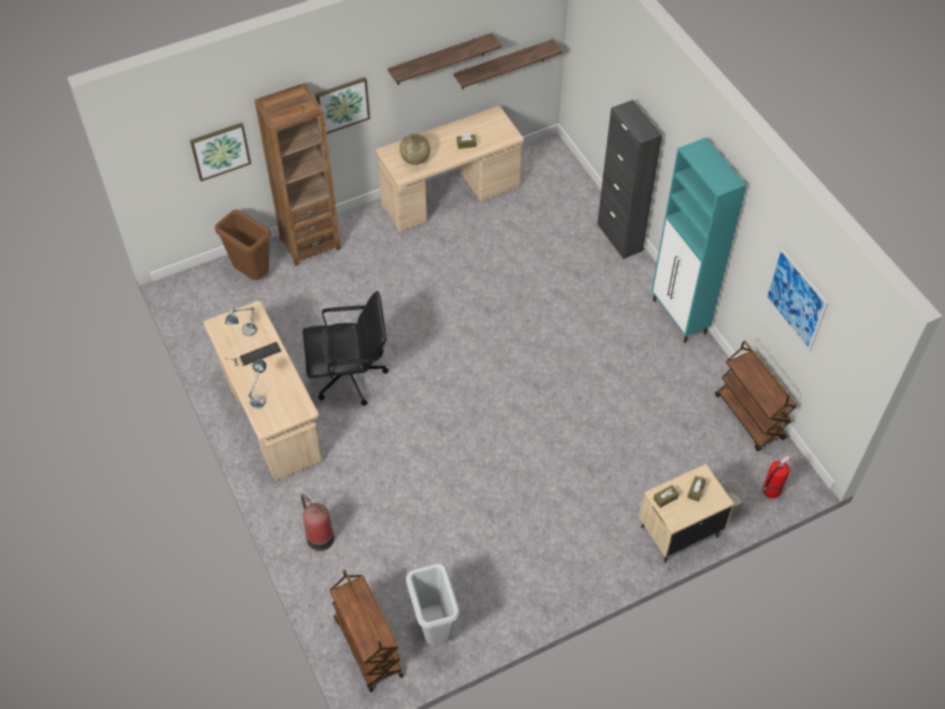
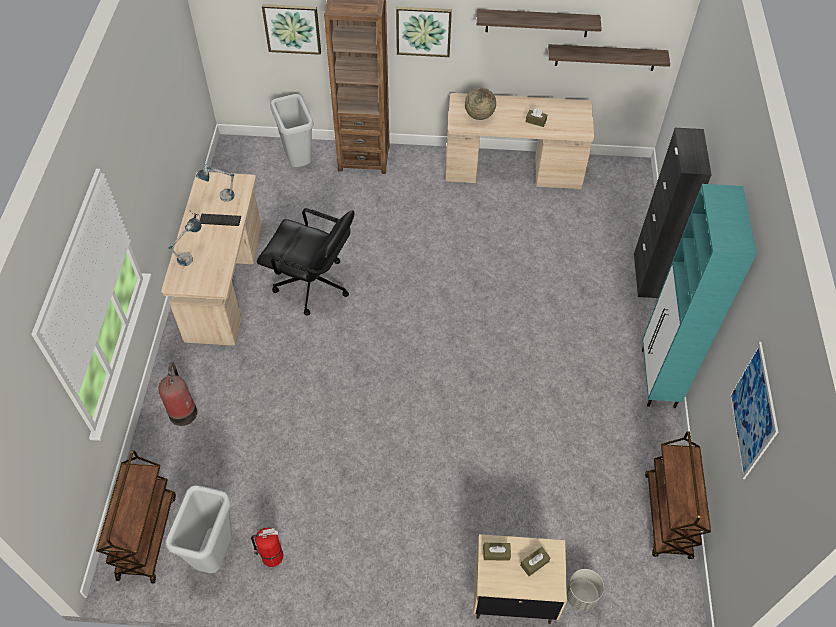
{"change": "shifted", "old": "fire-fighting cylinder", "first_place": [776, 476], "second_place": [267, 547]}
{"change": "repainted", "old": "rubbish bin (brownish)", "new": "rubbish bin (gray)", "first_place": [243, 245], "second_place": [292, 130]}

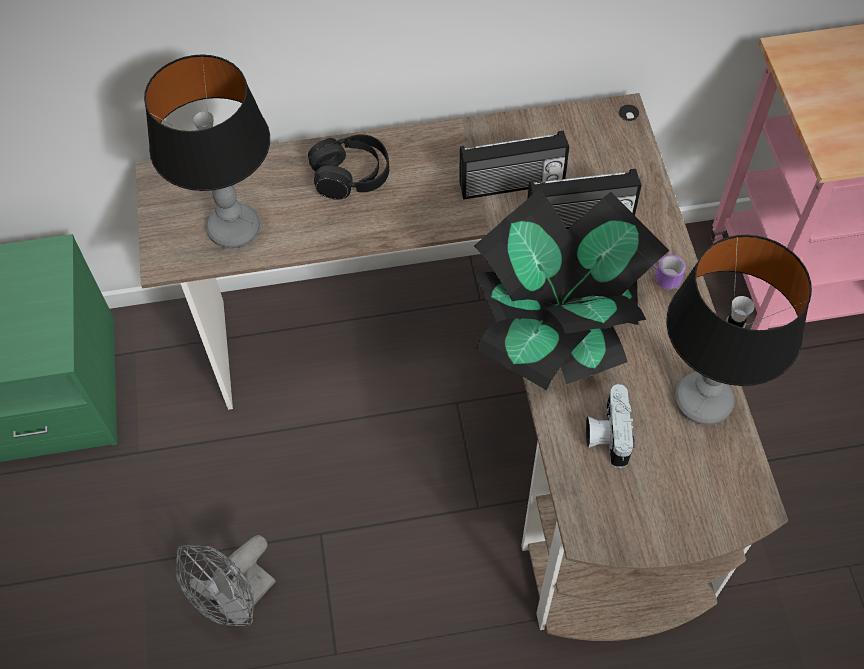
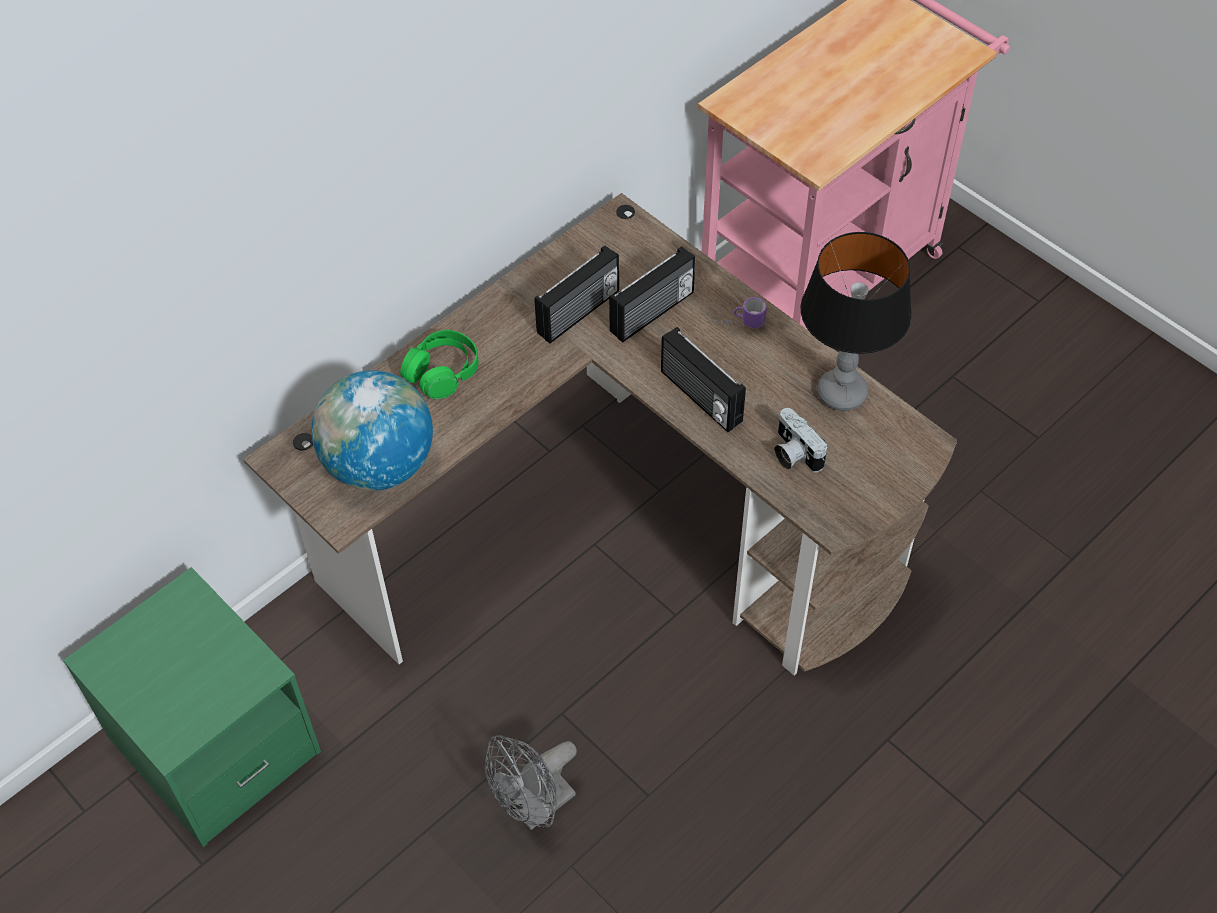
{"change": "swapped", "old": "table lamp", "new": "world globe", "first_place": [207, 151], "second_place": [372, 430]}
{"change": "repainted", "old": "headphones (black)", "new": "headphones (green)", "first_place": [348, 167], "second_place": [439, 364]}
{"change": "rotated", "old": "fan (gray)", "first_place": [226, 580], "second_place": [531, 782], "degrees": 45}
{"change": "swapped", "old": "plant in a pot", "new": "radio receiver", "first_place": [571, 289], "second_place": [703, 379]}

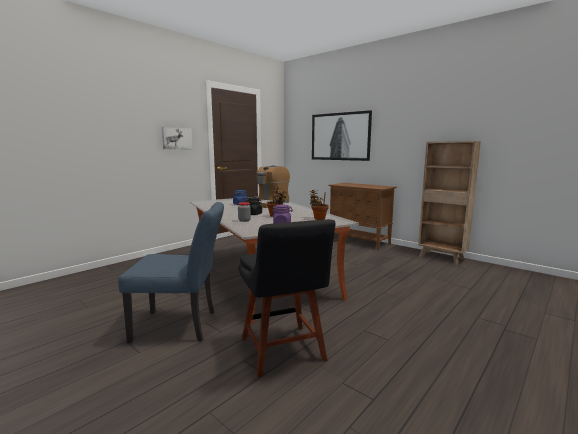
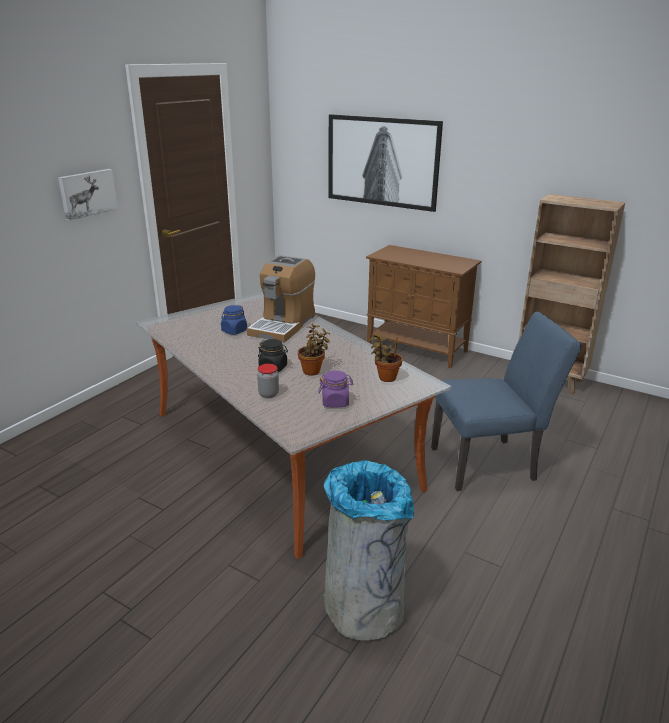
{"change": "swapped", "old": "chair (black)", "new": "rubbish bin (gray)", "first_place": [287, 298], "second_place": [368, 550]}
{"change": "shifted", "old": "chair (bluish)", "first_place": [171, 272], "second_place": [506, 401]}

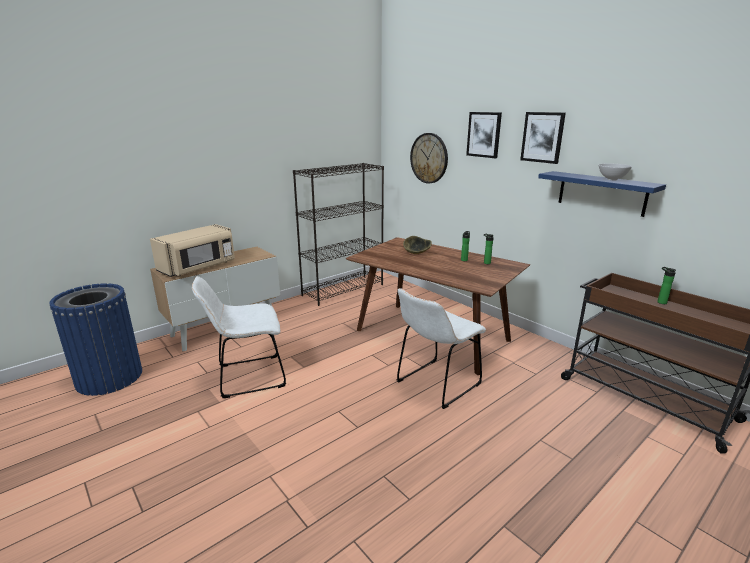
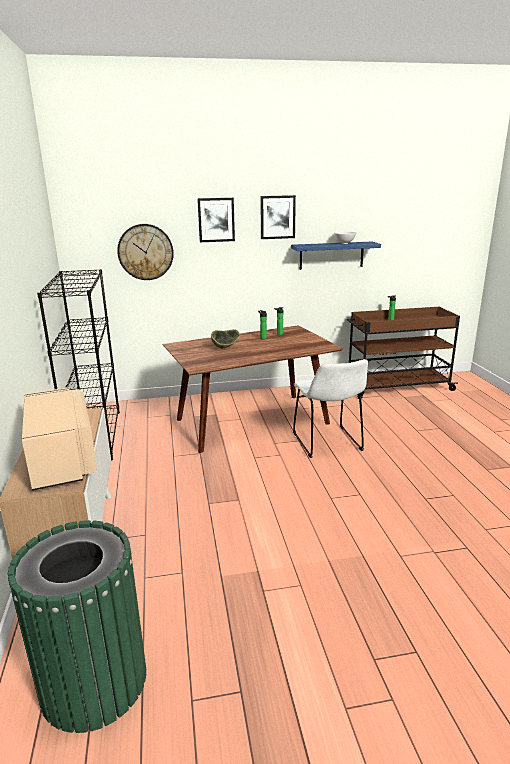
{"change": "repainted", "old": "rubbish bin (bluish)", "new": "rubbish bin (green)", "first_place": [95, 339], "second_place": [77, 626]}
{"change": "gone", "old": "chair (white-coloured)", "first_place": [239, 337]}

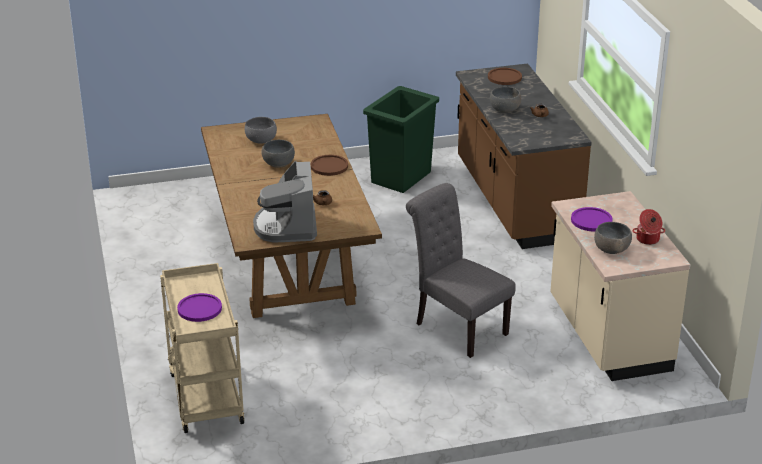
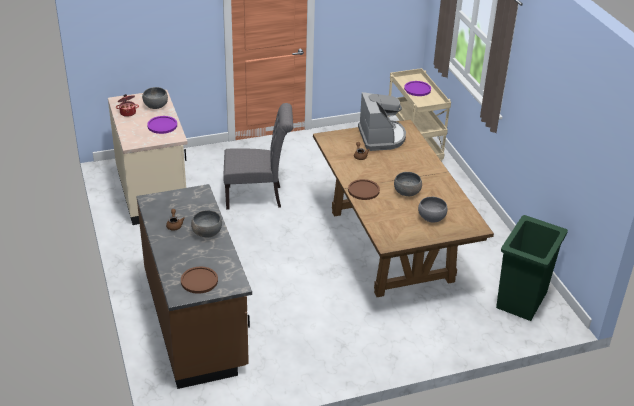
{"change": "rotated", "old": "chair (gray)", "first_place": [461, 270], "second_place": [258, 156], "degrees": -45}
{"change": "shifted", "old": "rubbish bin (green)", "first_place": [401, 139], "second_place": [532, 268]}

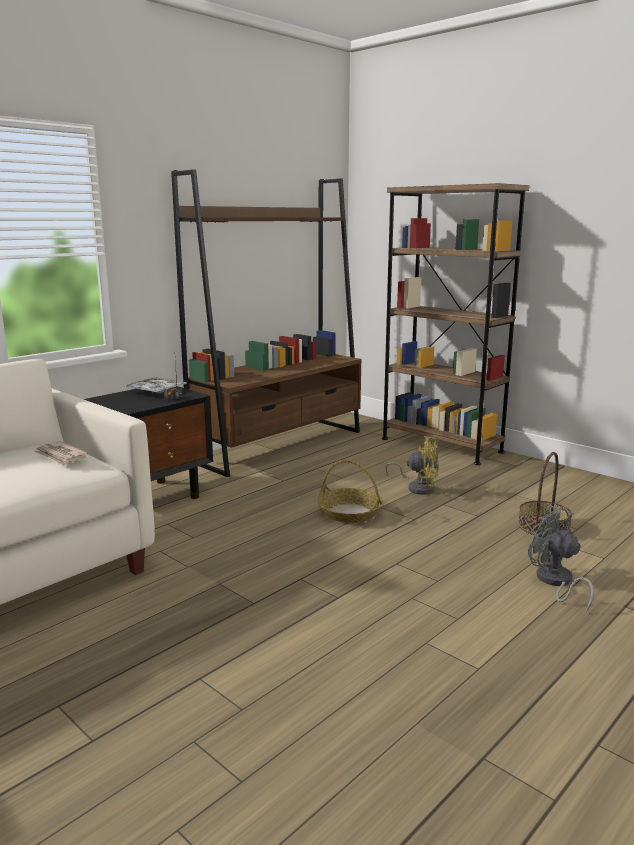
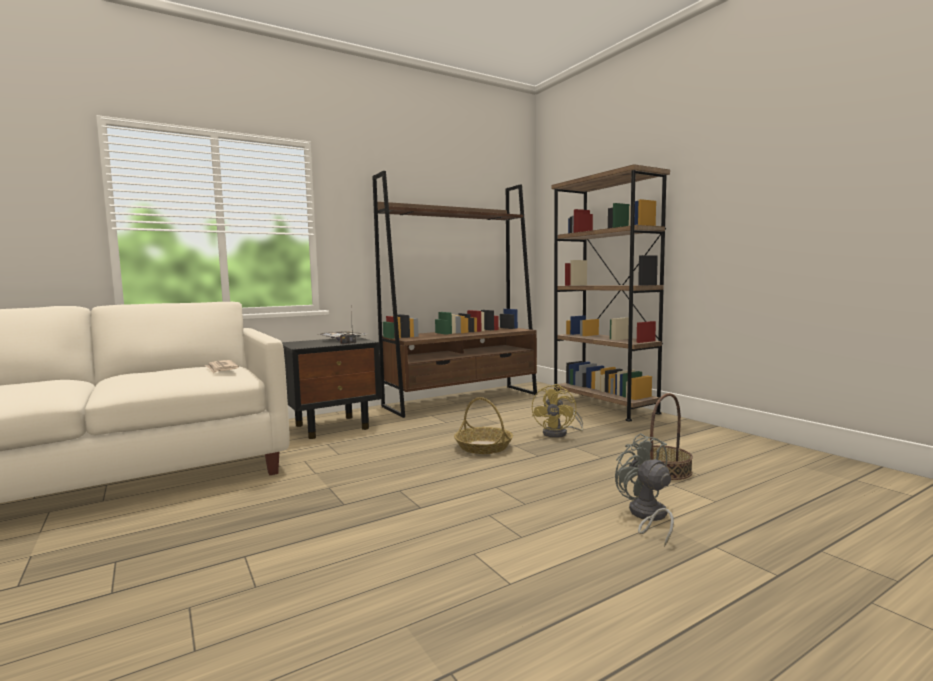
{"change": "rotated", "old": "fan (yellowish)", "first_place": [412, 465], "second_place": [557, 411], "degrees": 75}

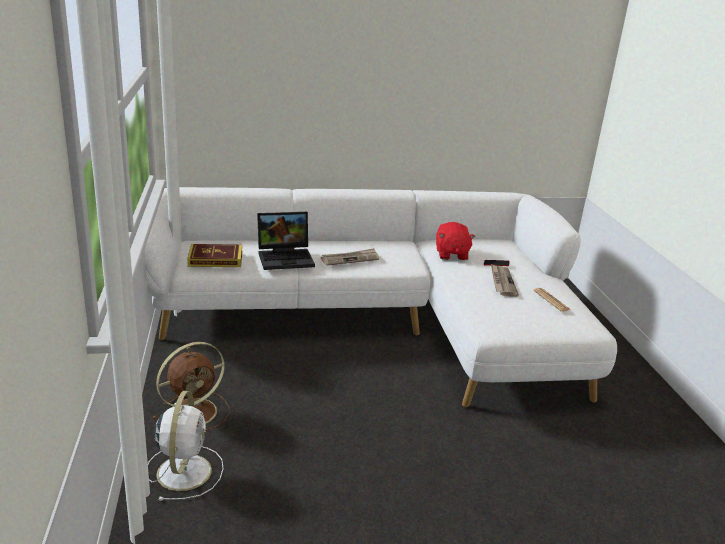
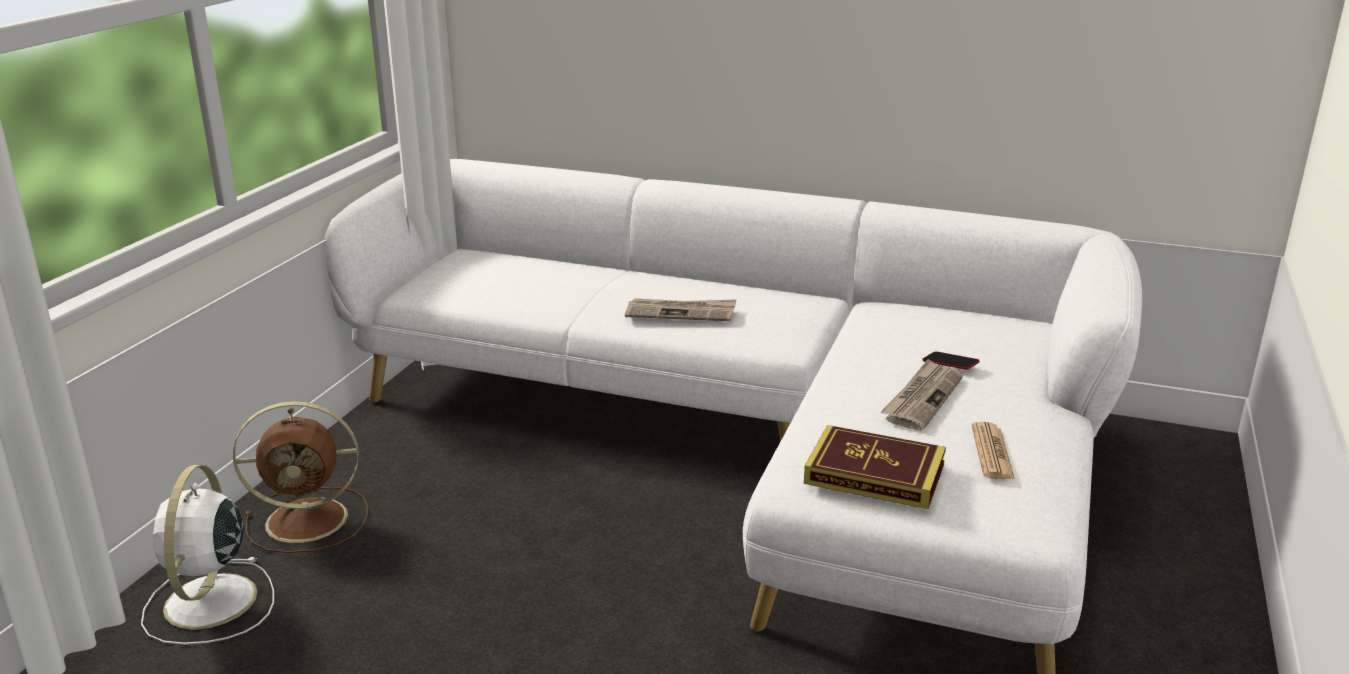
{"change": "rotated", "old": "fan (white-coloured)", "first_place": [186, 446], "second_place": [207, 555], "degrees": 150}
{"change": "shifted", "old": "volume", "first_place": [214, 255], "second_place": [875, 467]}
{"change": "gone", "old": "notebook computer", "first_place": [286, 241]}
{"change": "gone", "old": "soft toy (red)", "first_place": [455, 241]}

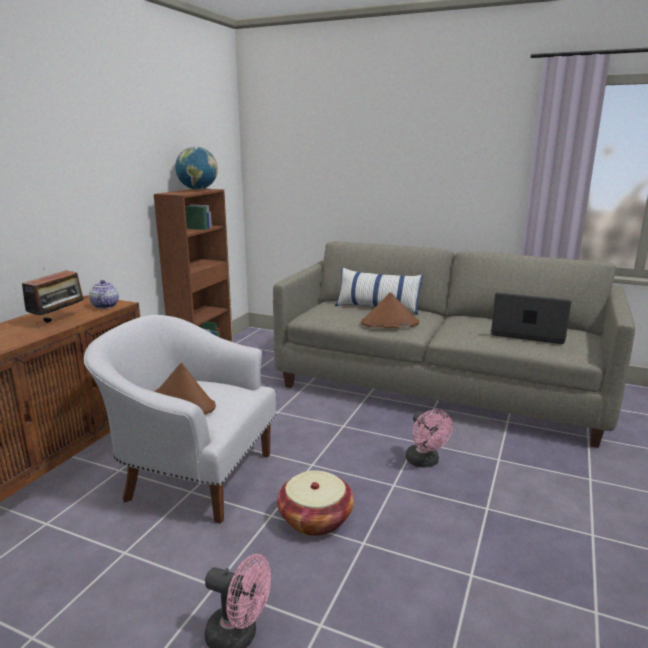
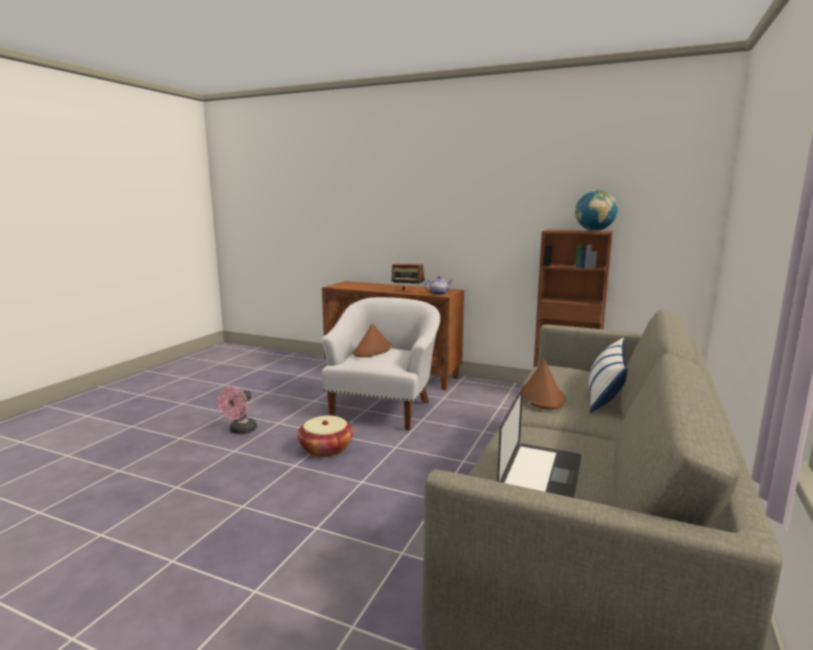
{"change": "gone", "old": "fan (pink-coloured)", "first_place": [429, 438]}

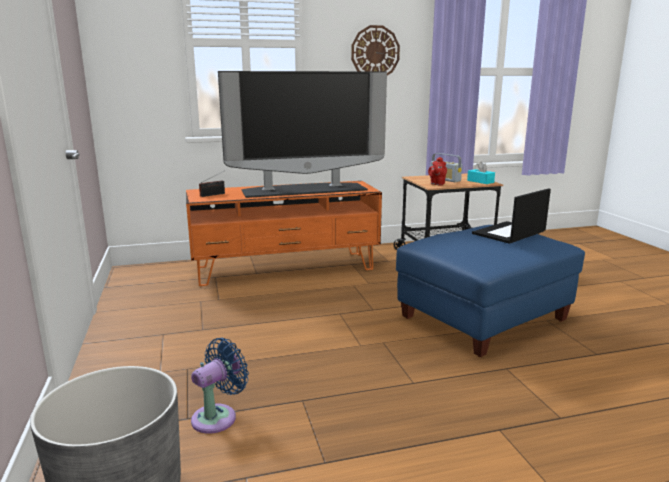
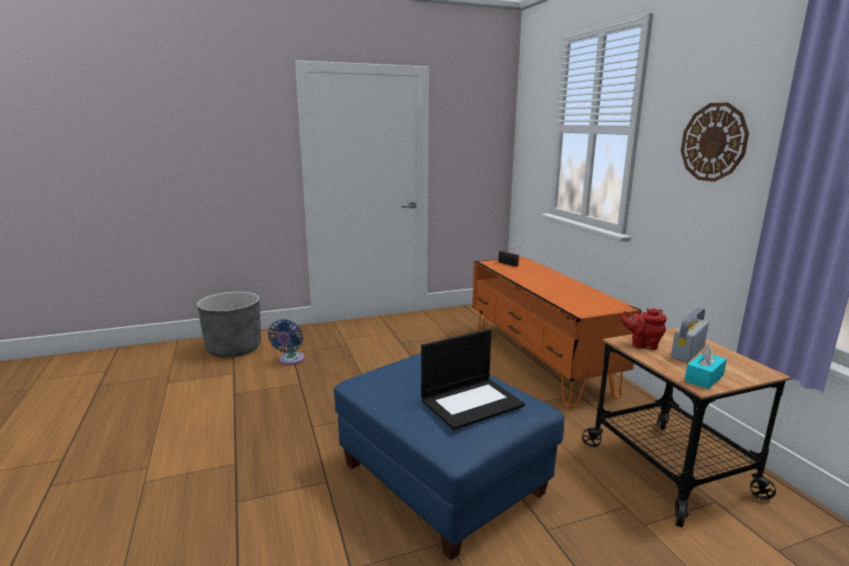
{"change": "rotated", "old": "fan (bluish)", "first_place": [220, 386], "second_place": [286, 342], "degrees": 60}
{"change": "rotated", "old": "notebook computer", "first_place": [511, 216], "second_place": [473, 379], "degrees": 105}
{"change": "gone", "old": "television", "first_place": [302, 134]}

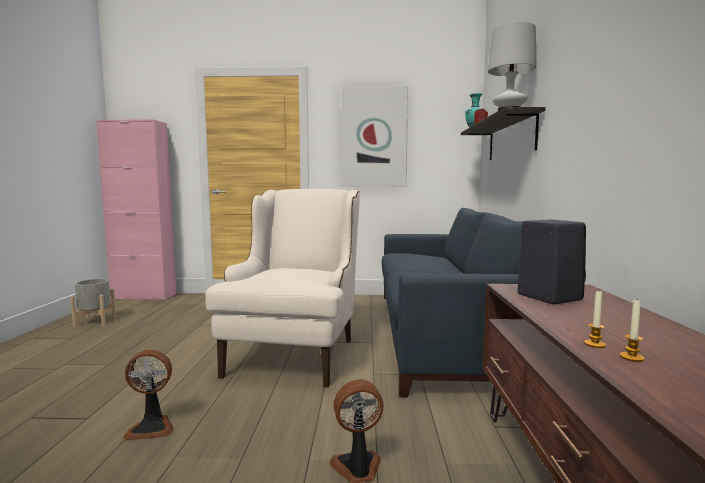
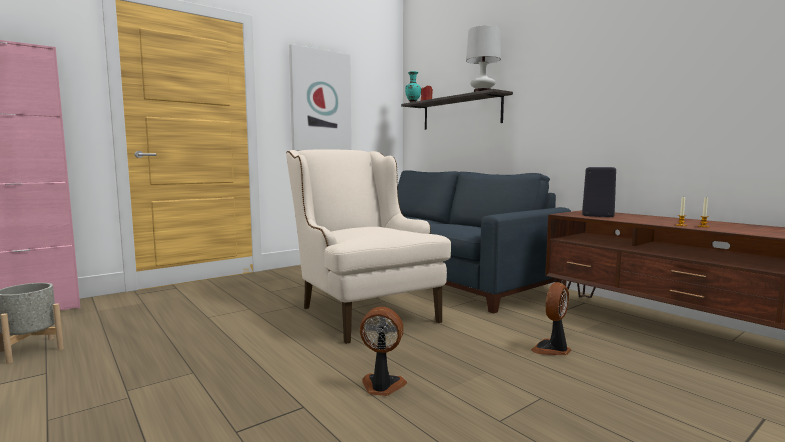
{"change": "rotated", "old": "fan", "first_place": [148, 395], "second_place": [383, 351], "degrees": -120}

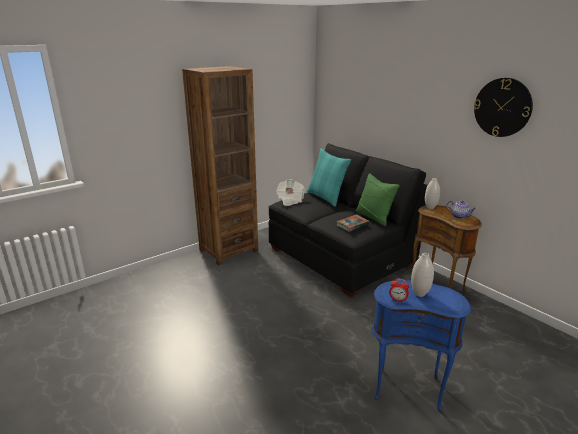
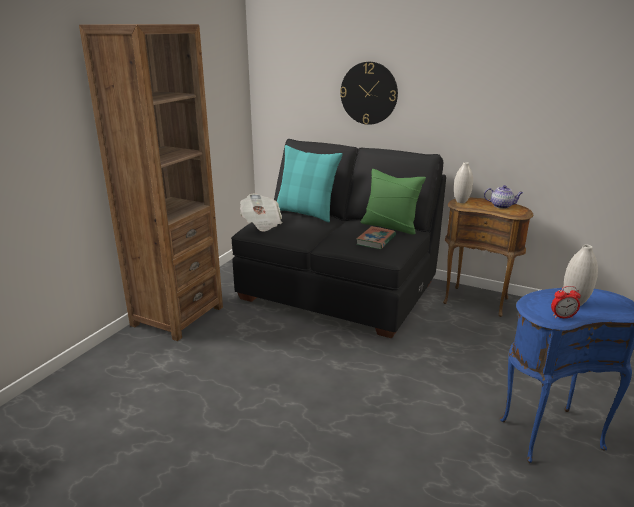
{"change": "shifted", "old": "clock on the wall", "first_place": [503, 107], "second_place": [369, 93]}

